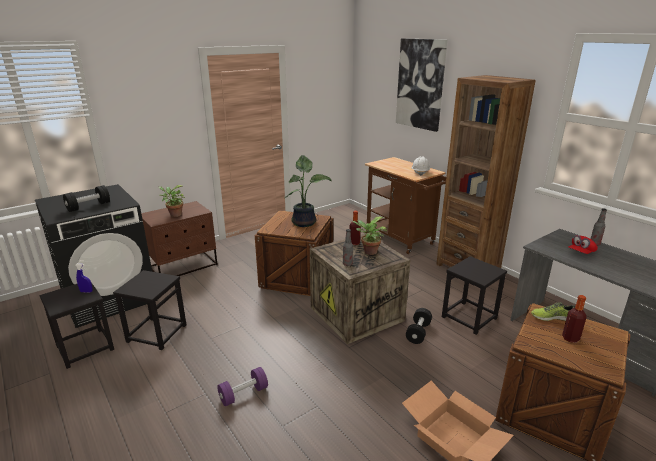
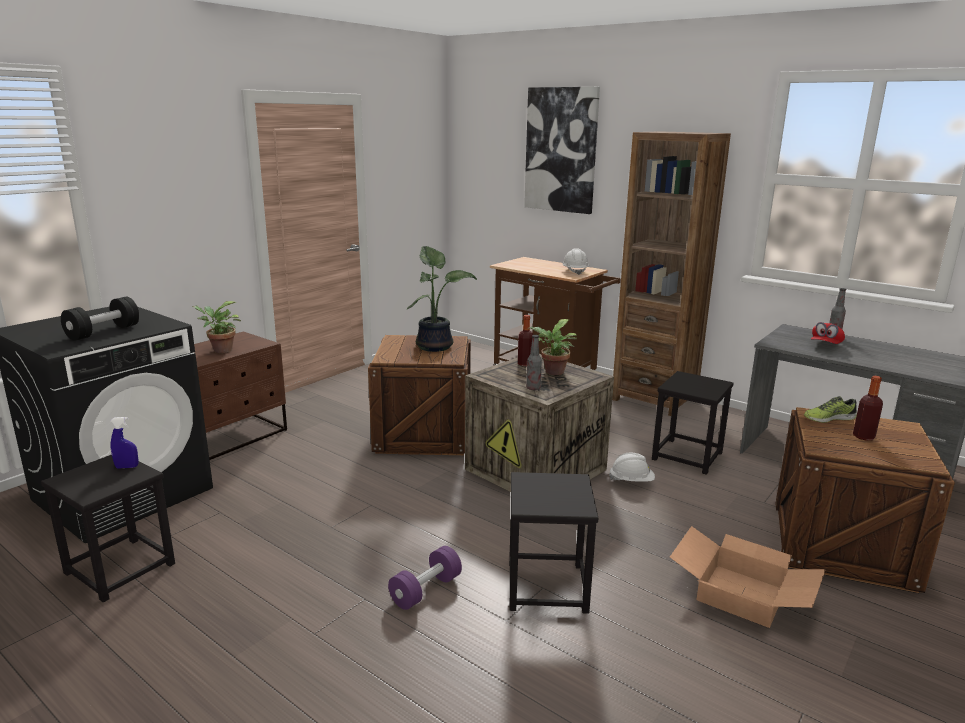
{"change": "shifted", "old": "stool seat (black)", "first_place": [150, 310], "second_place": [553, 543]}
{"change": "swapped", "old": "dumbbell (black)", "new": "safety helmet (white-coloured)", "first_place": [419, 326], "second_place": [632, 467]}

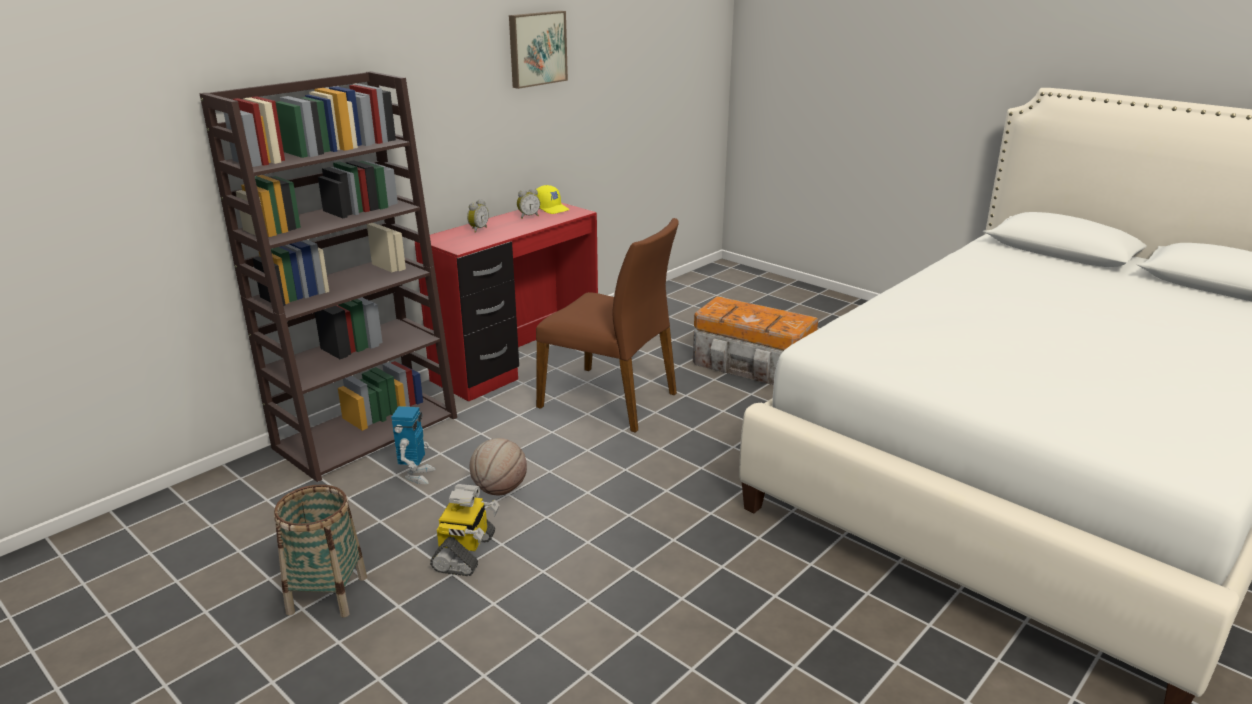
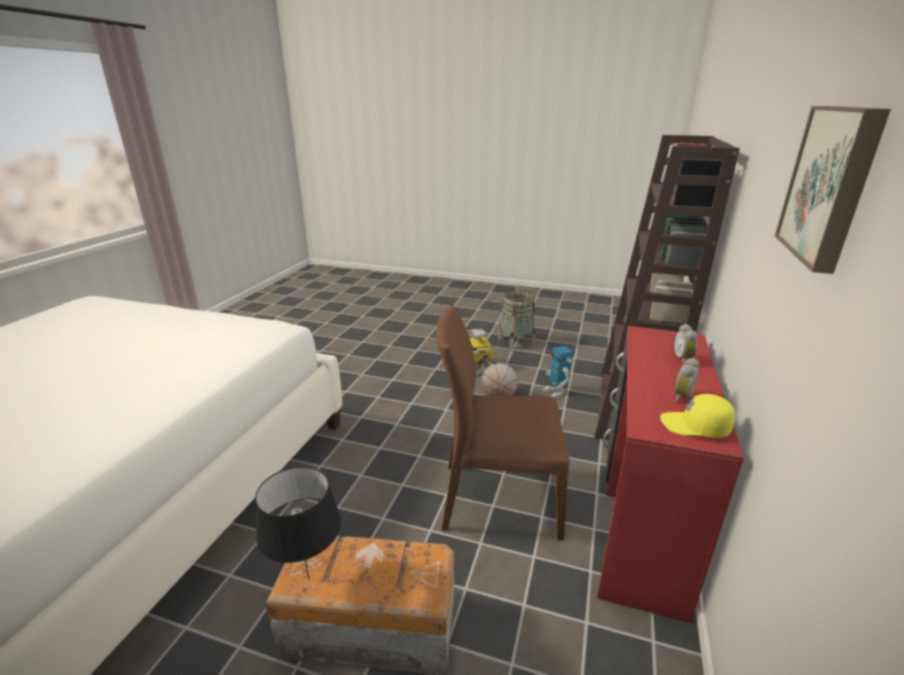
{"change": "new", "new": "table lamp (black)", "second_place": [298, 523]}

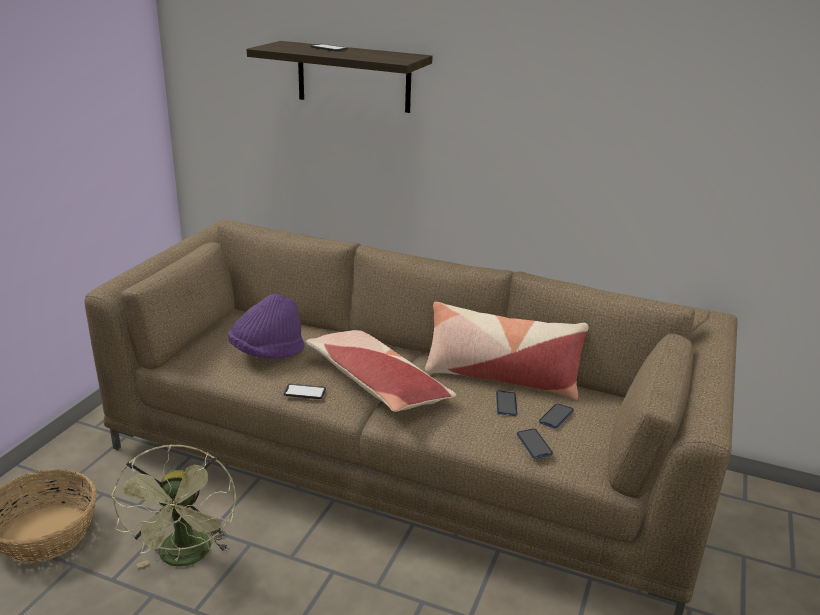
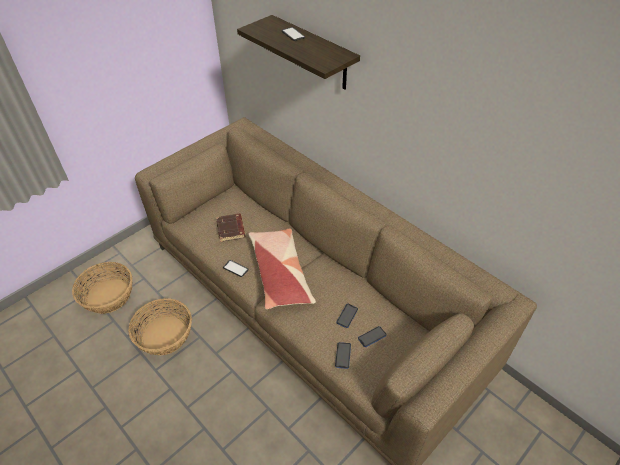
{"change": "swapped", "old": "fan (green)", "new": "household basket", "first_place": [173, 506], "second_place": [160, 326]}
{"change": "swapped", "old": "hat (purple-coloured)", "new": "volume (brownish)", "first_place": [266, 326], "second_place": [231, 228]}
{"change": "gone", "old": "throw pillow", "first_place": [507, 351]}

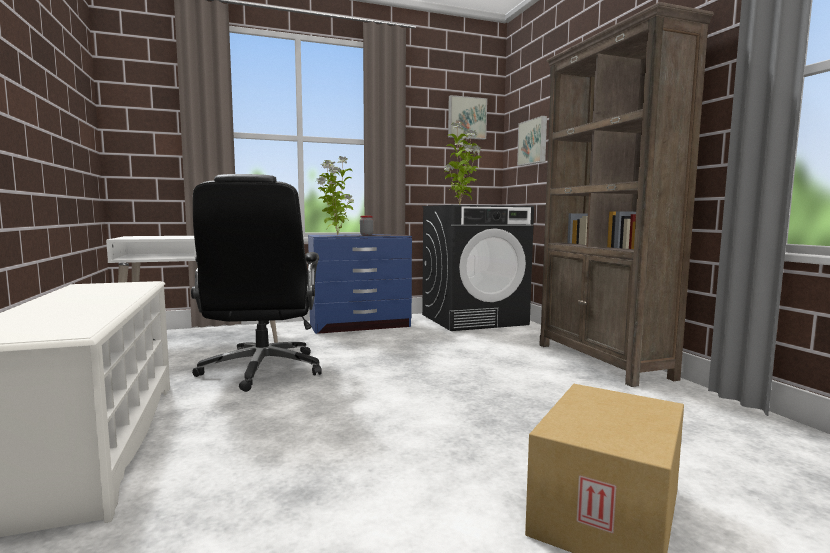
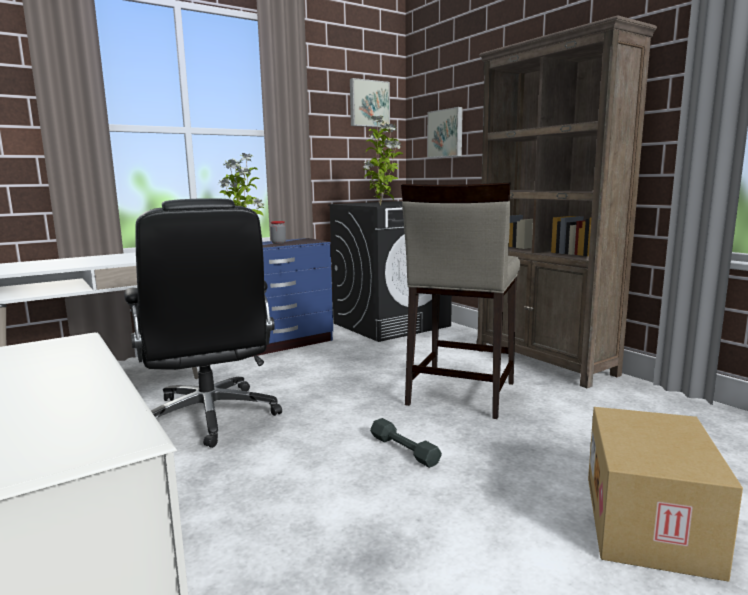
{"change": "new", "new": "dumbbell (gray)", "second_place": [406, 443]}
{"change": "new", "new": "stool seat (sand-coloured)", "second_place": [460, 301]}

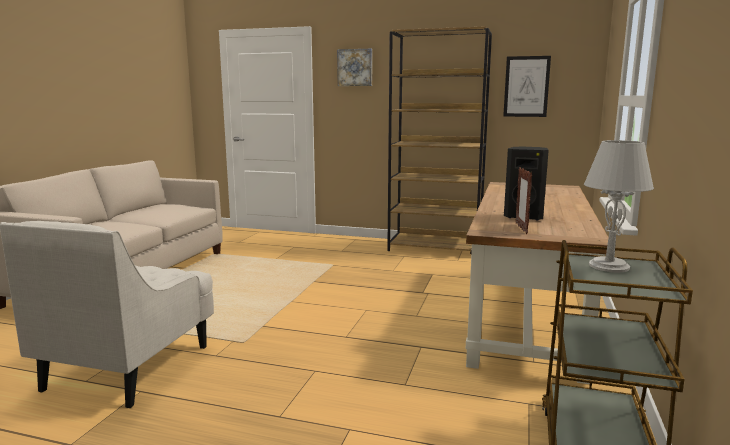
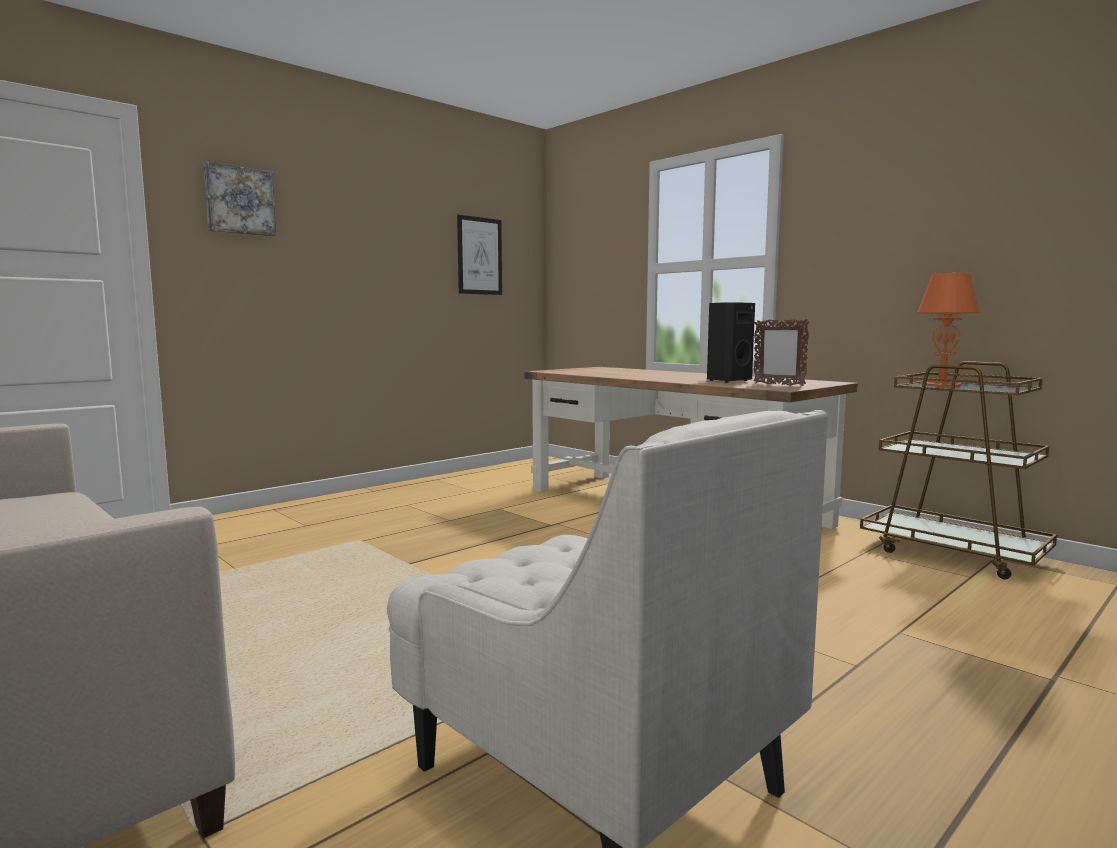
{"change": "repainted", "old": "table lamp (gray)", "new": "table lamp (orange-coloured)", "first_place": [619, 206], "second_place": [948, 330]}
{"change": "gone", "old": "shelving unit (brownish)", "first_place": [439, 138]}

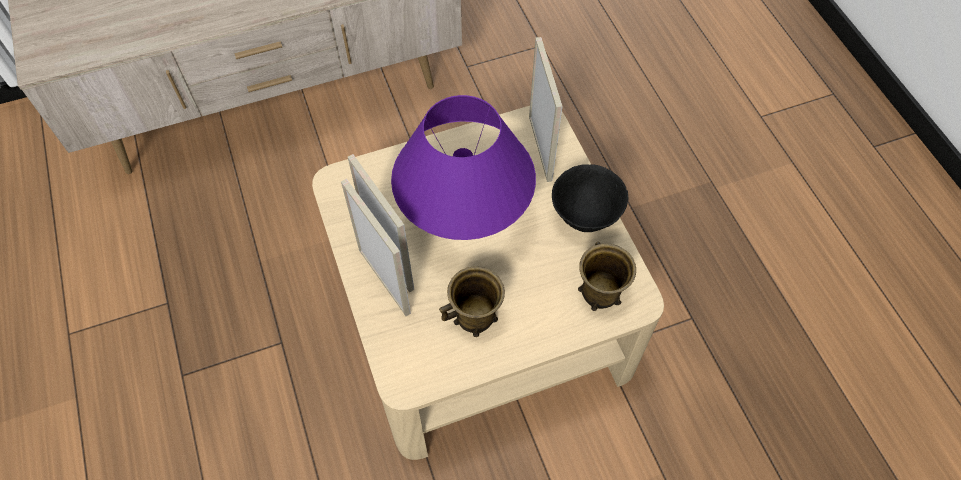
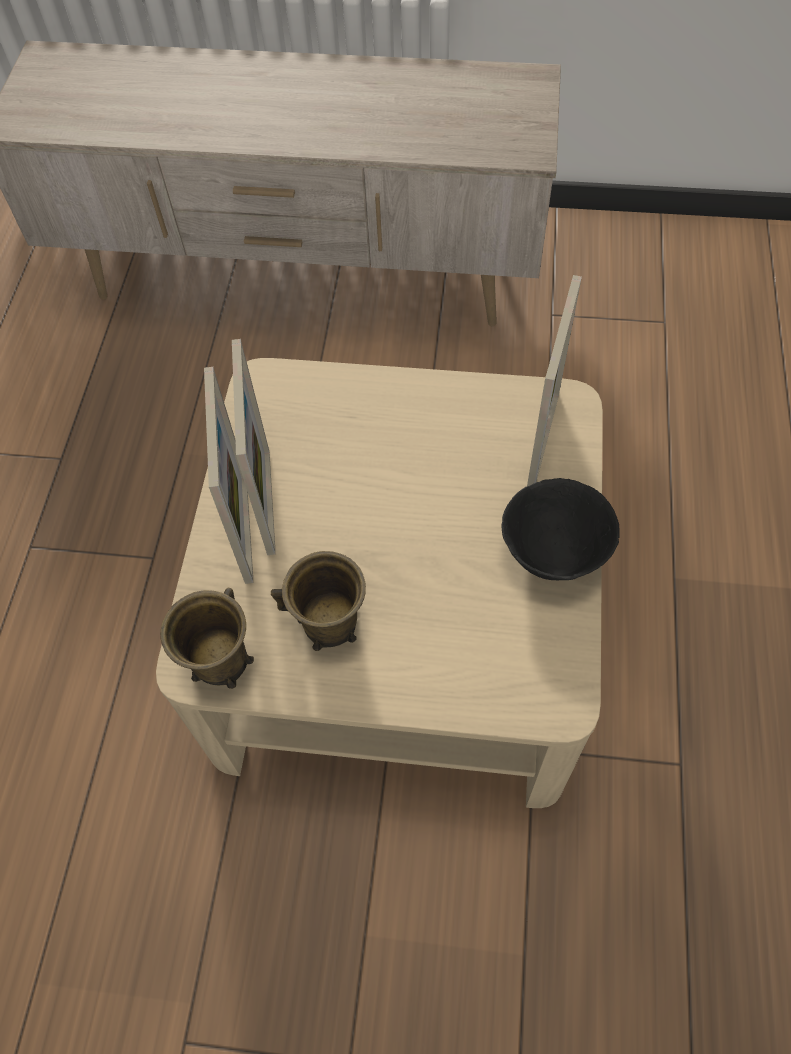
{"change": "shifted", "old": "coffee mug (brownish)", "first_place": [607, 276], "second_place": [207, 638]}
{"change": "gone", "old": "table lamp (purple-coloured)", "first_place": [463, 167]}

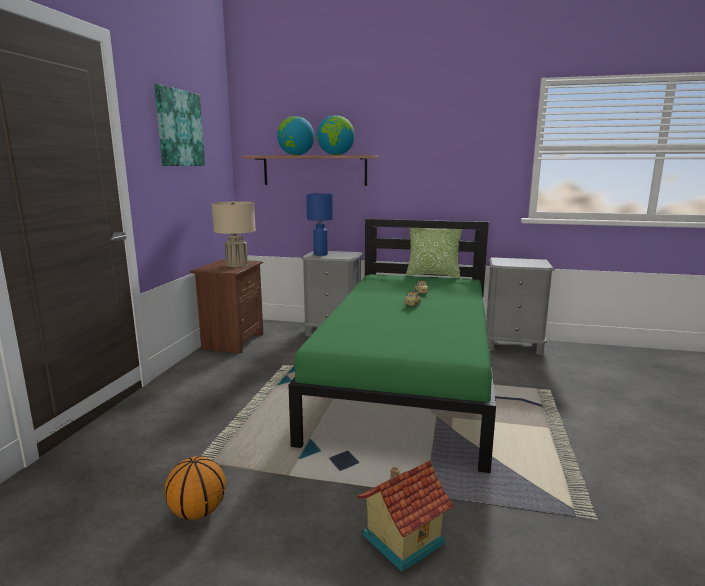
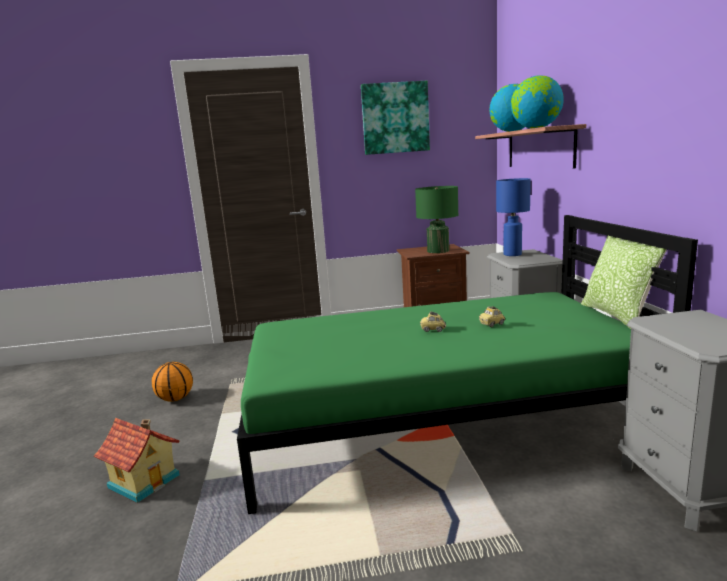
{"change": "repainted", "old": "table lamp (sand-coloured)", "new": "table lamp (green)", "first_place": [233, 234], "second_place": [436, 219]}

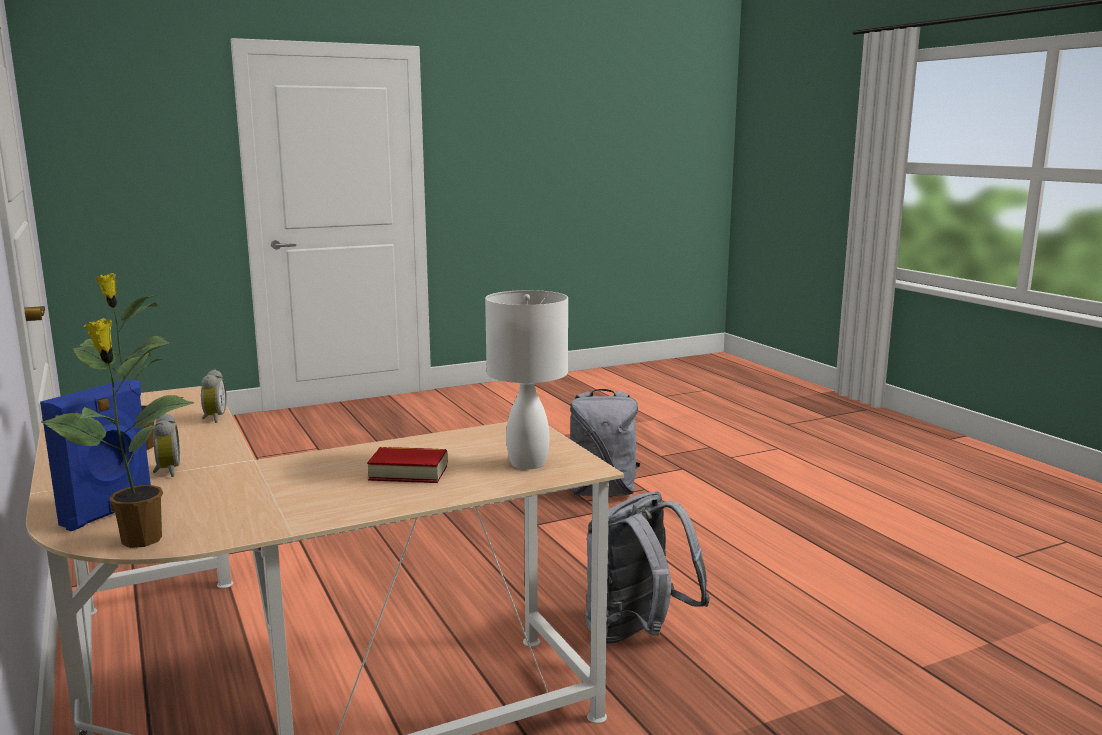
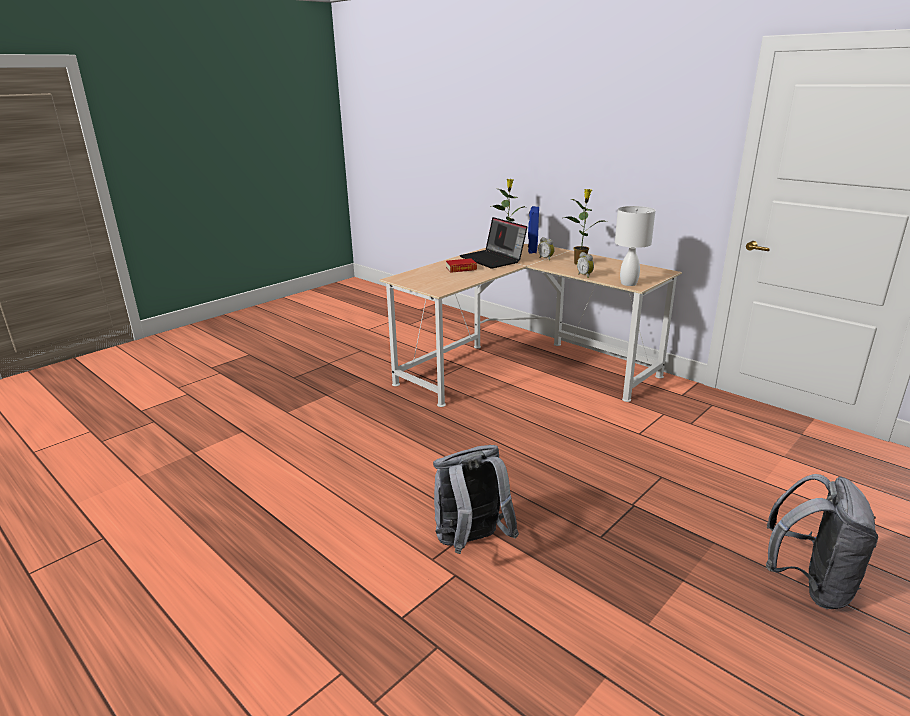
{"change": "new", "new": "notebook computer", "second_place": [493, 243]}
{"change": "shifted", "old": "table lamp (white-coloured)", "first_place": [526, 379], "second_place": [635, 246]}
{"change": "shifted", "old": "knapsack (gray)", "first_place": [647, 568], "second_place": [822, 541]}

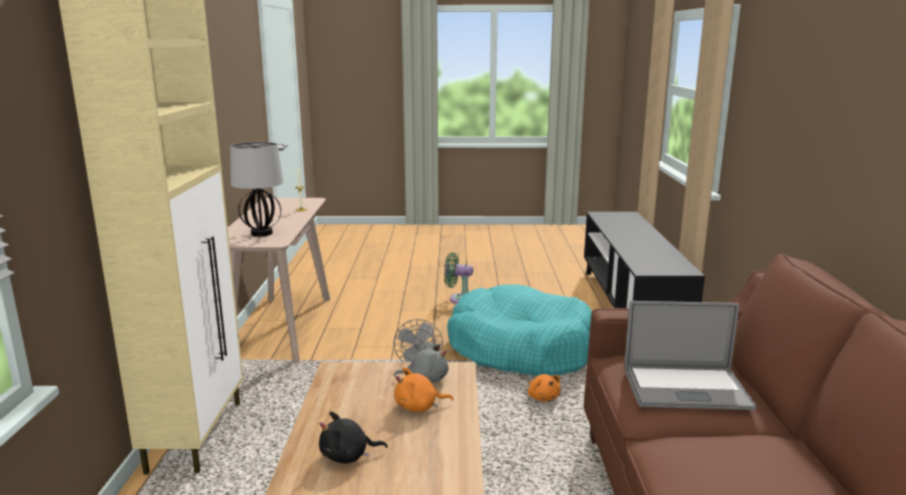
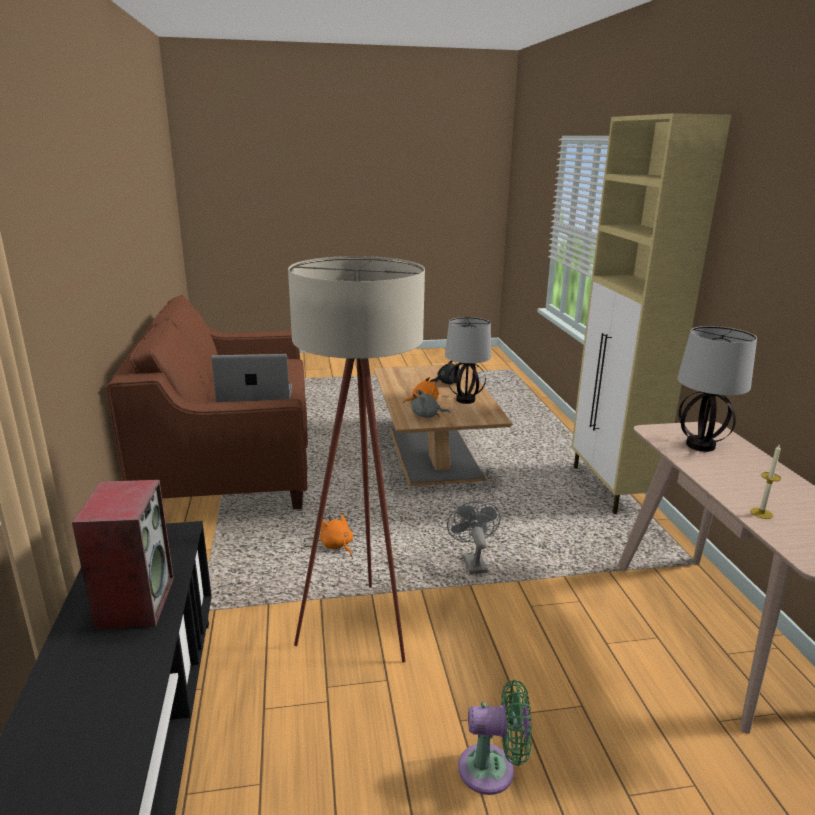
{"change": "new", "new": "audio speaker", "second_place": [123, 555]}
{"change": "swapped", "old": "pet bed (turquoise-coloured)", "new": "standard lamp (sand-coloured)", "first_place": [519, 330], "second_place": [356, 459]}
{"change": "new", "new": "table lamp", "second_place": [468, 360]}

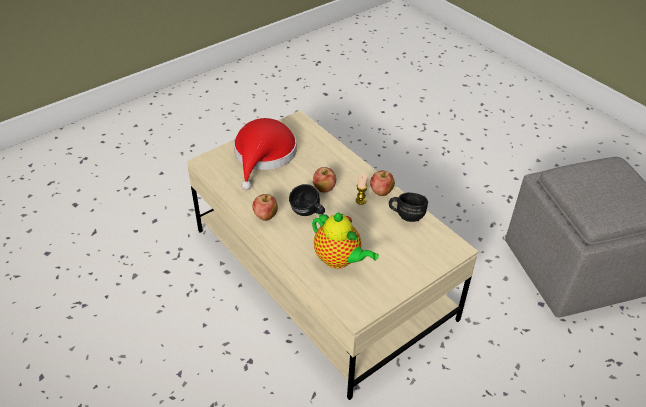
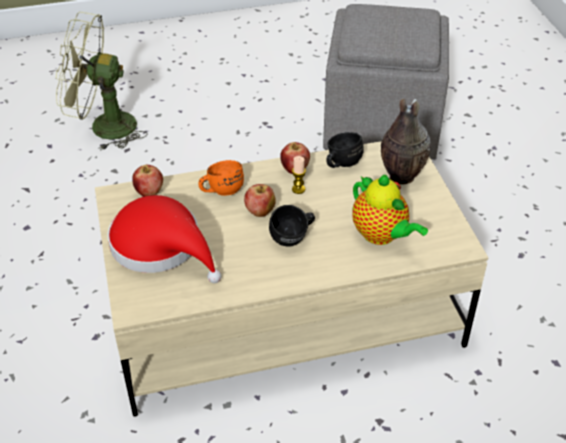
{"change": "new", "new": "fan (green)", "second_place": [102, 81]}
{"change": "shifted", "old": "apple", "first_place": [265, 207], "second_place": [147, 181]}
{"change": "new", "new": "coffee mug (orange-coloured)", "second_place": [221, 178]}
{"change": "rotated", "old": "tea pot", "first_place": [345, 240], "second_place": [390, 210], "degrees": 75}
{"change": "new", "new": "decorative vase", "second_place": [406, 141]}

